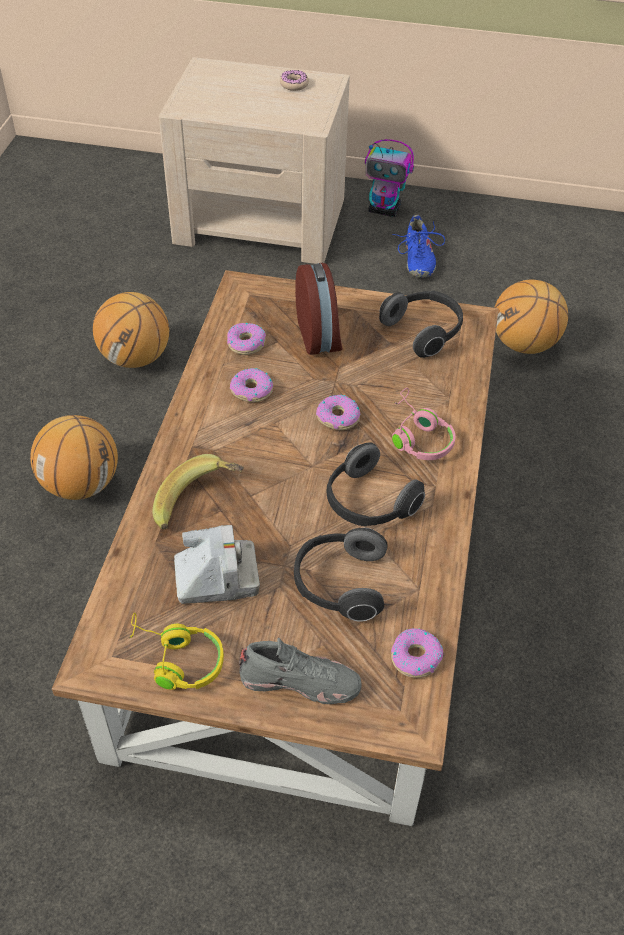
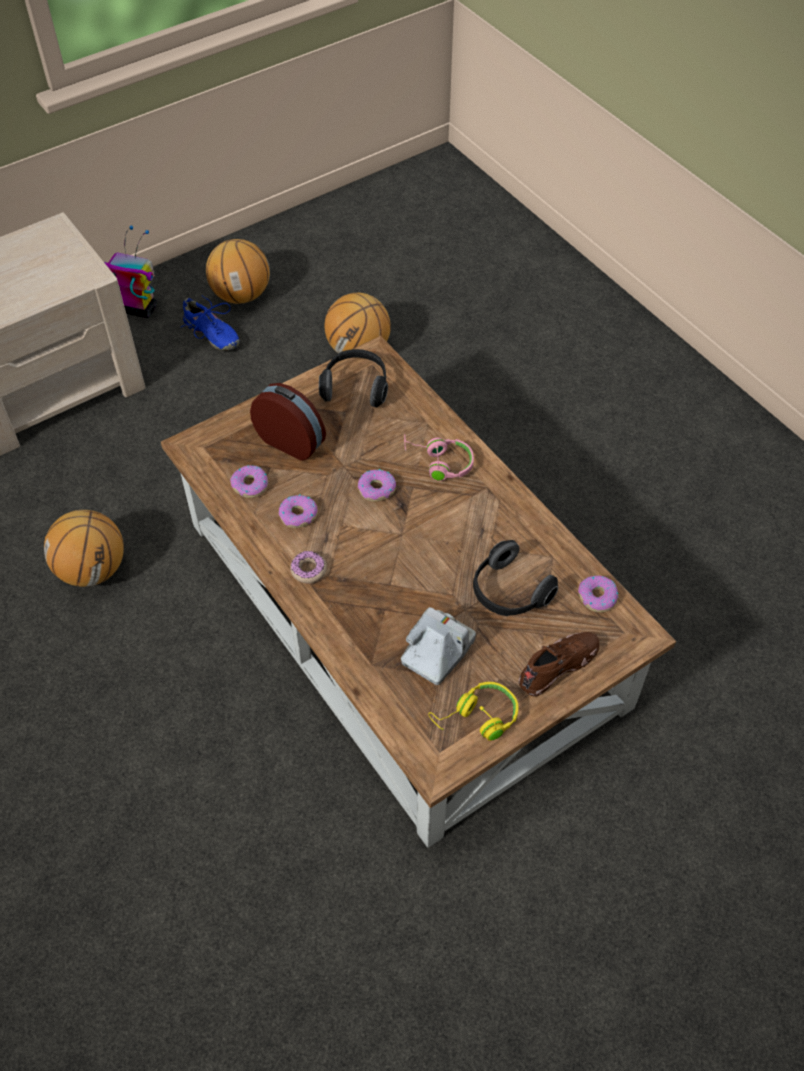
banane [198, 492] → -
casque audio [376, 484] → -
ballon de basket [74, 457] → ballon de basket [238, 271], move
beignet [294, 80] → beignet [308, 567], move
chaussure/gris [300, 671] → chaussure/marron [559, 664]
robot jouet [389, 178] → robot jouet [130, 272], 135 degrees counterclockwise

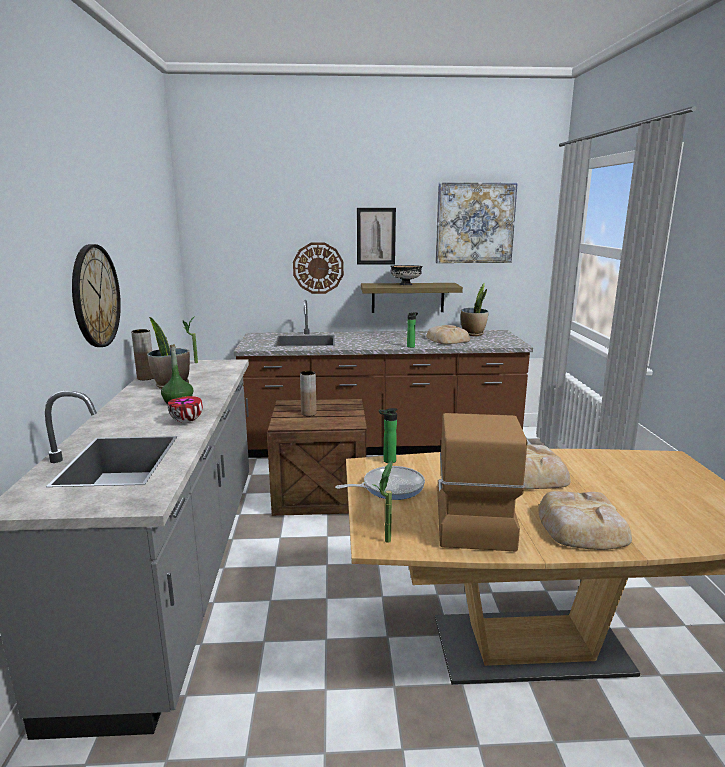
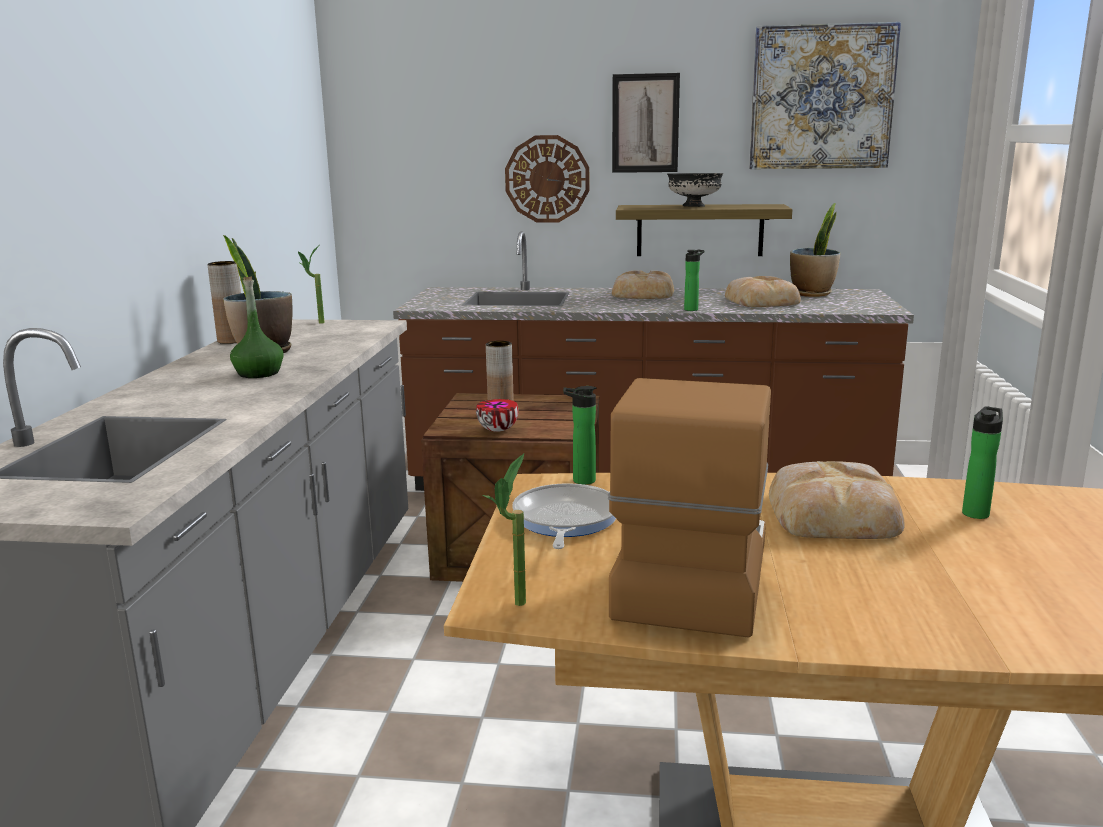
horloge murale [96, 295] → -
- → bouteille [982, 462]
bol [185, 409] → bol [497, 415], move
pain [585, 520] → pain [643, 285], move
poêle [380, 483] → poêle [564, 516], 75 degrees counterclockwise

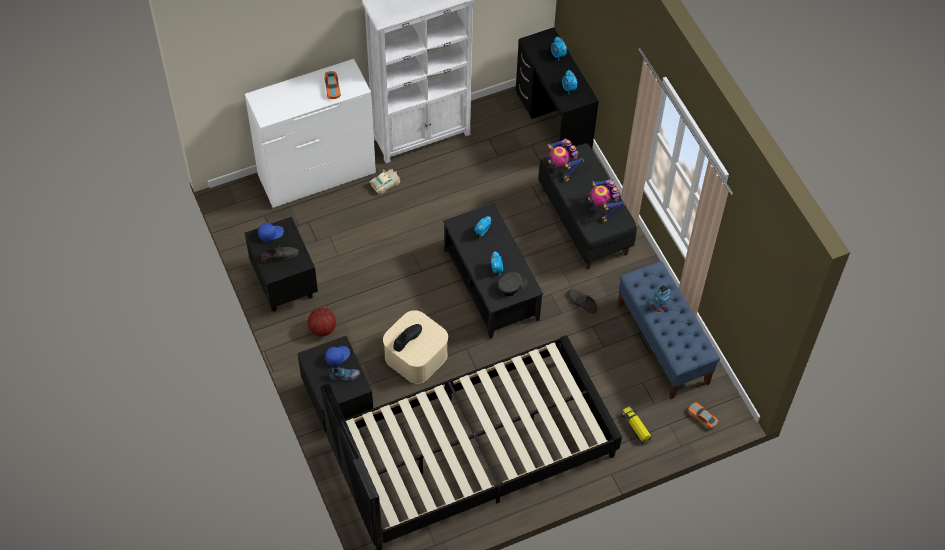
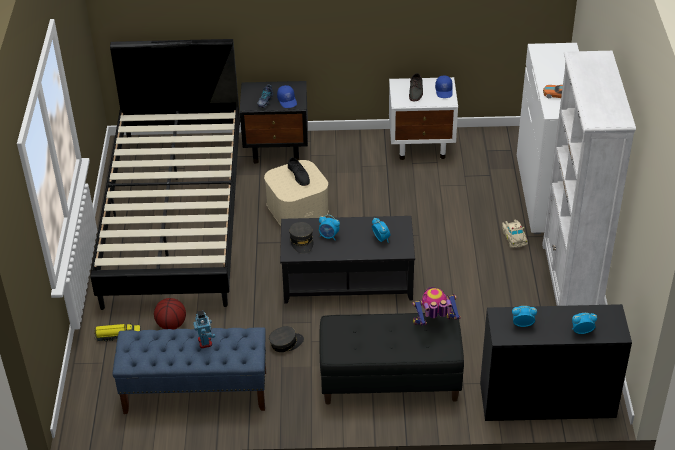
robot jouet [606, 200] → -
petite voiture [703, 415] → -
ballon de basket [322, 322] → ballon de basket [170, 314], move
chaussure/gris [582, 301] → casquette/gris [286, 339]
table de chevet/noir [281, 264] → table de chevet/blanc [423, 118]

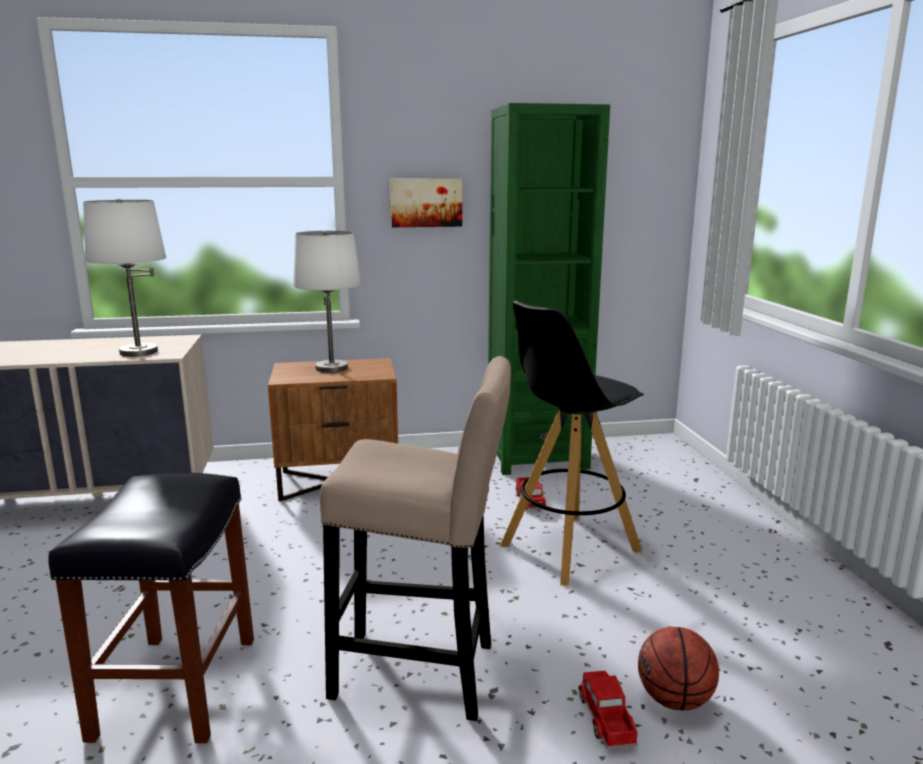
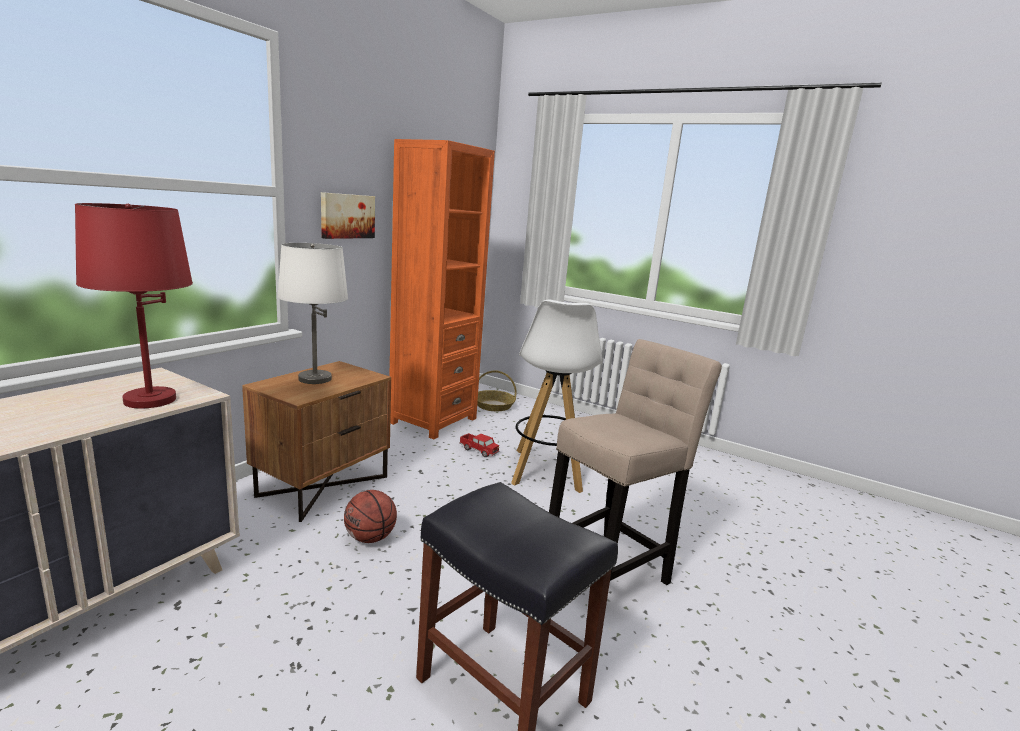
camion jouet [608, 710] → -
- → panier [497, 390]
ballon de basket [678, 669] → ballon de basket [370, 516], move
lampe de table/blanc [125, 278] → lampe de table/rouge [134, 305]
bibliothèque/vert [549, 289] → bibliothèque/orange [442, 289]
tabouret/noir [572, 443] → tabouret/blanc [556, 396]

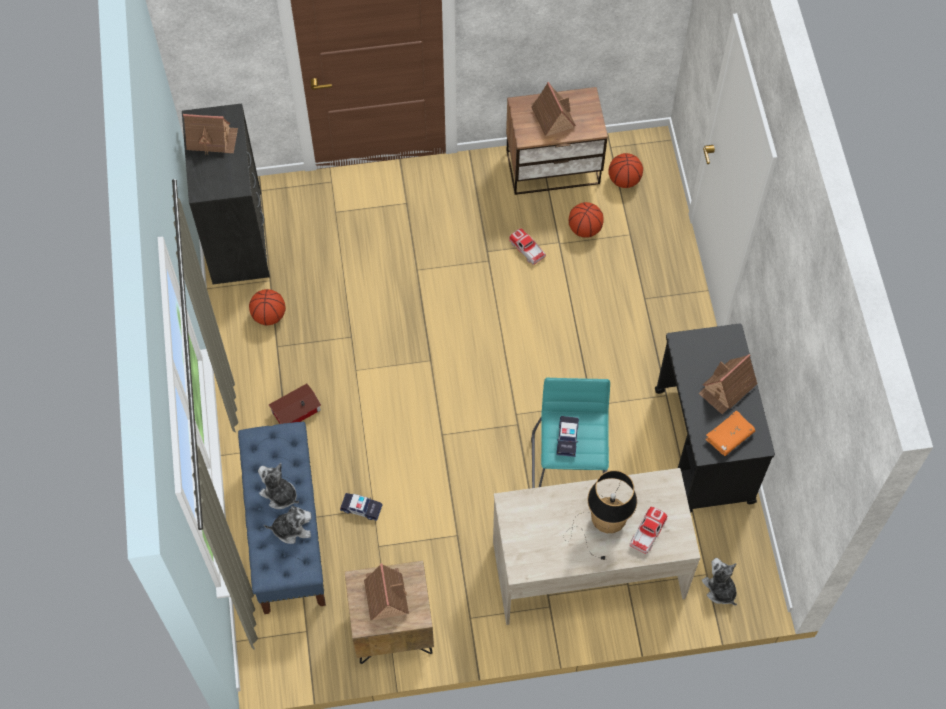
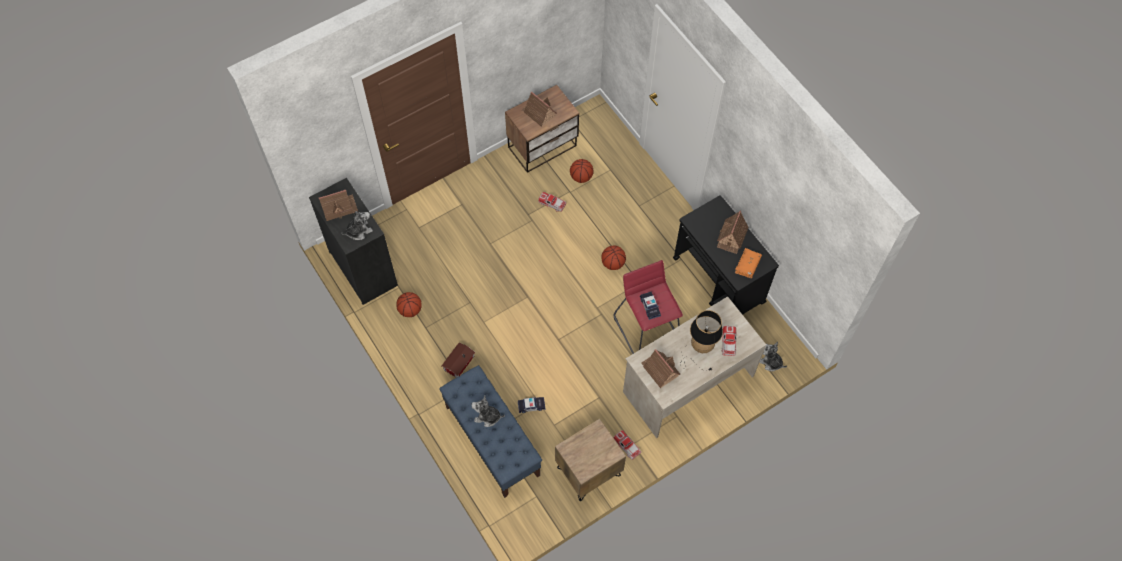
- → petite voiture [627, 445]
peluche [288, 525] → peluche [357, 225], move
maison miniature [386, 591] → maison miniature [661, 368], move
ballon de basket [625, 170] → ballon de basket [613, 258], move
tabouret/turquoise [570, 433] → tabouret/rouge [648, 307]

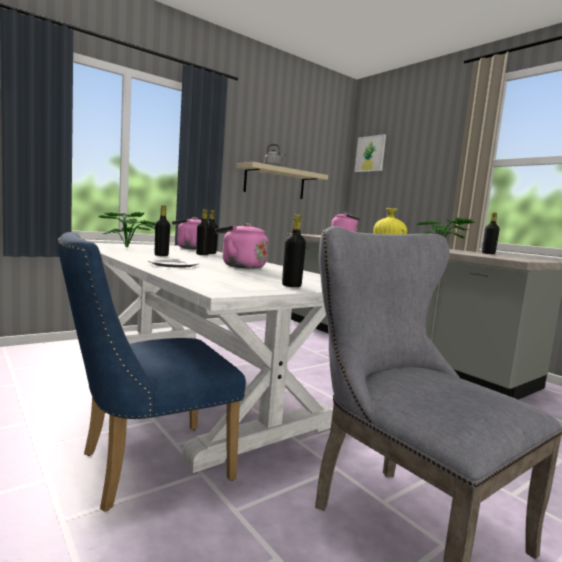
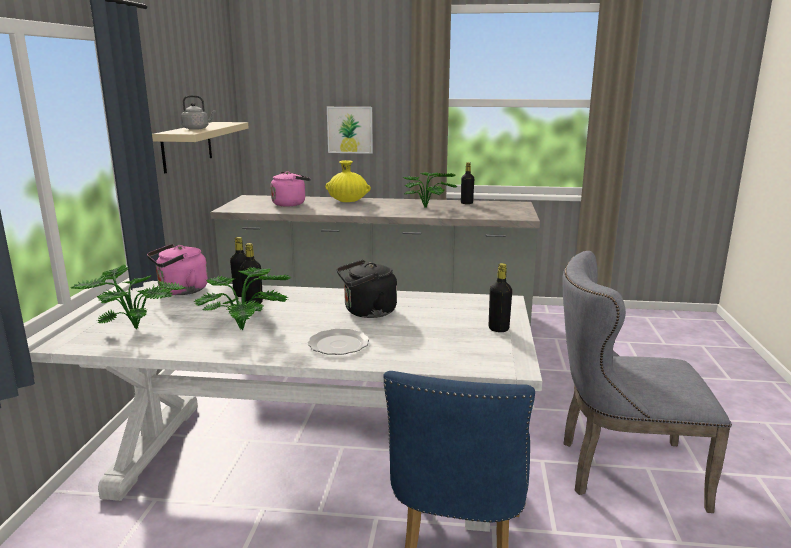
tableau [370, 153] → tableau [350, 130], move
bouteille/noir [162, 230] → plante en pot [242, 298]
bouilloire/rose [241, 246] → bouilloire/noir [367, 289]

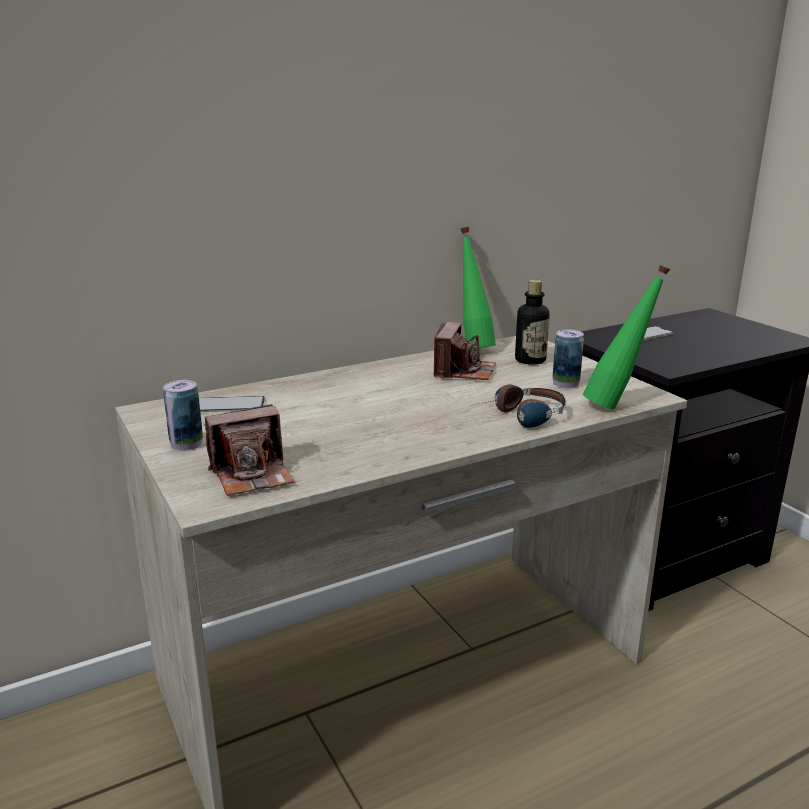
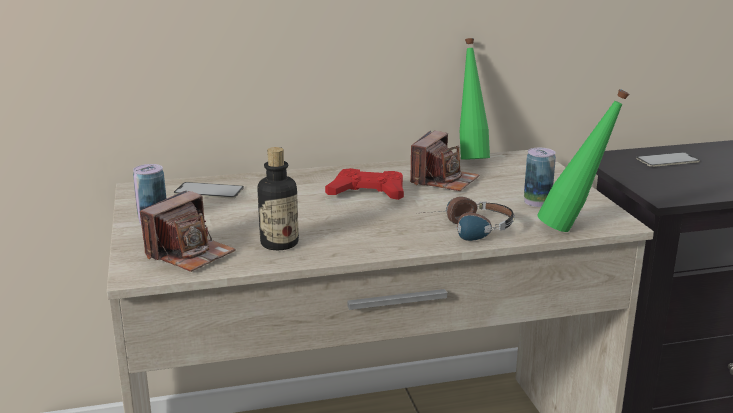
- → manette/rouge [364, 184]
bouteille [532, 322] → bouteille [278, 198], move
appareil photo [249, 450] → appareil photo [188, 231], 45 degrees counterclockwise

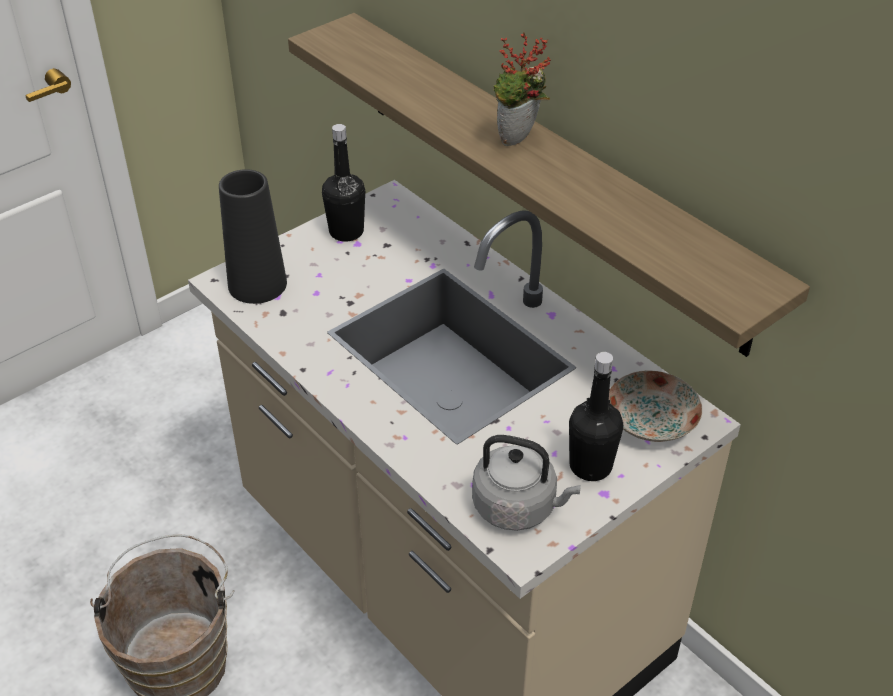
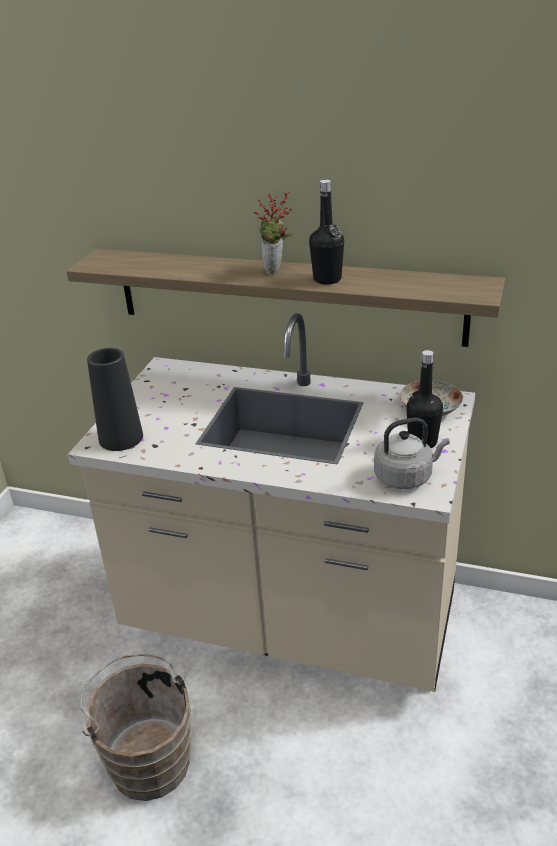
bouteille/noir [343, 182] → bouteille/noir [326, 232], move

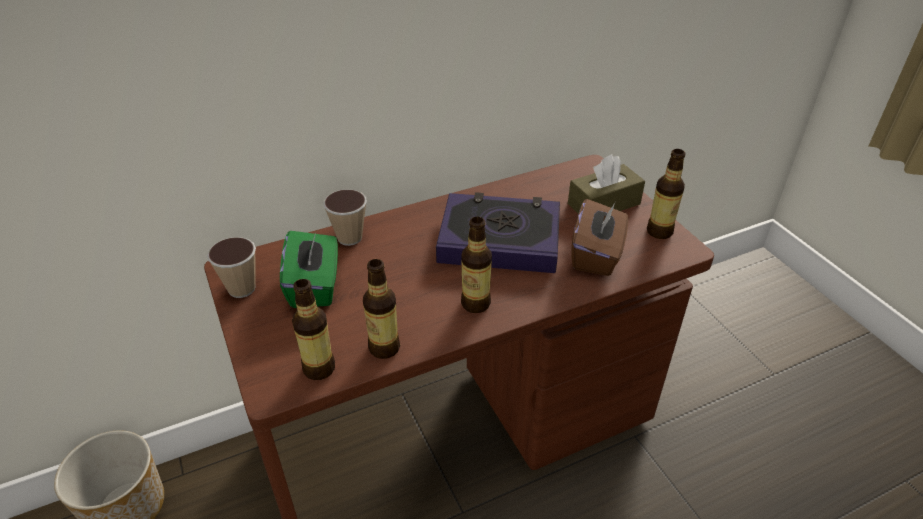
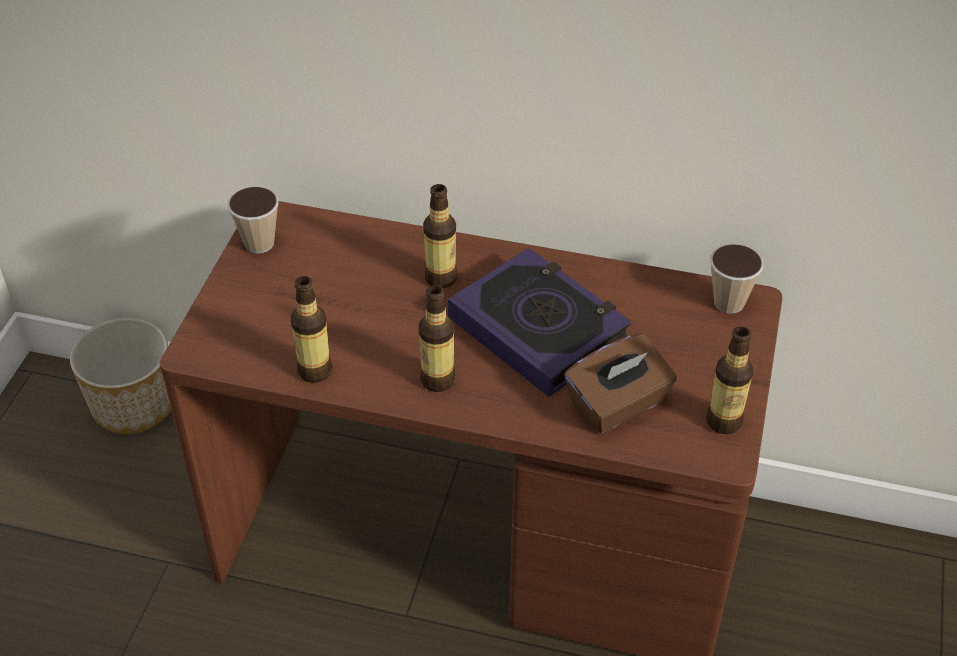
boîte à mouchoirs/vert [309, 269] → -
boîte à mouchoirs/marron [606, 184] → -
bouteille [313, 329] → bouteille [440, 236], move
tasse [345, 217] → tasse [737, 279], move

